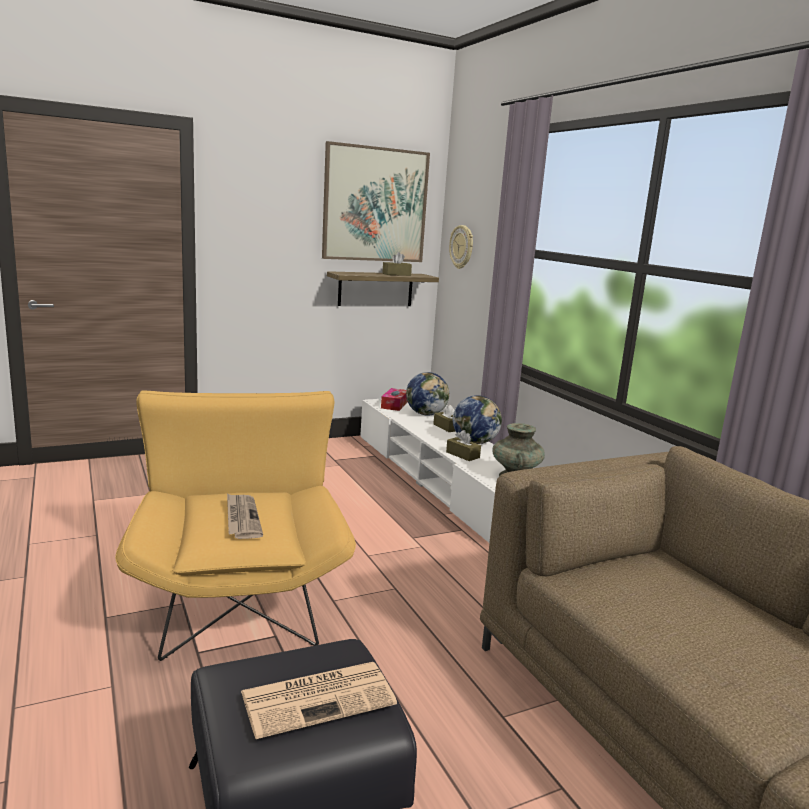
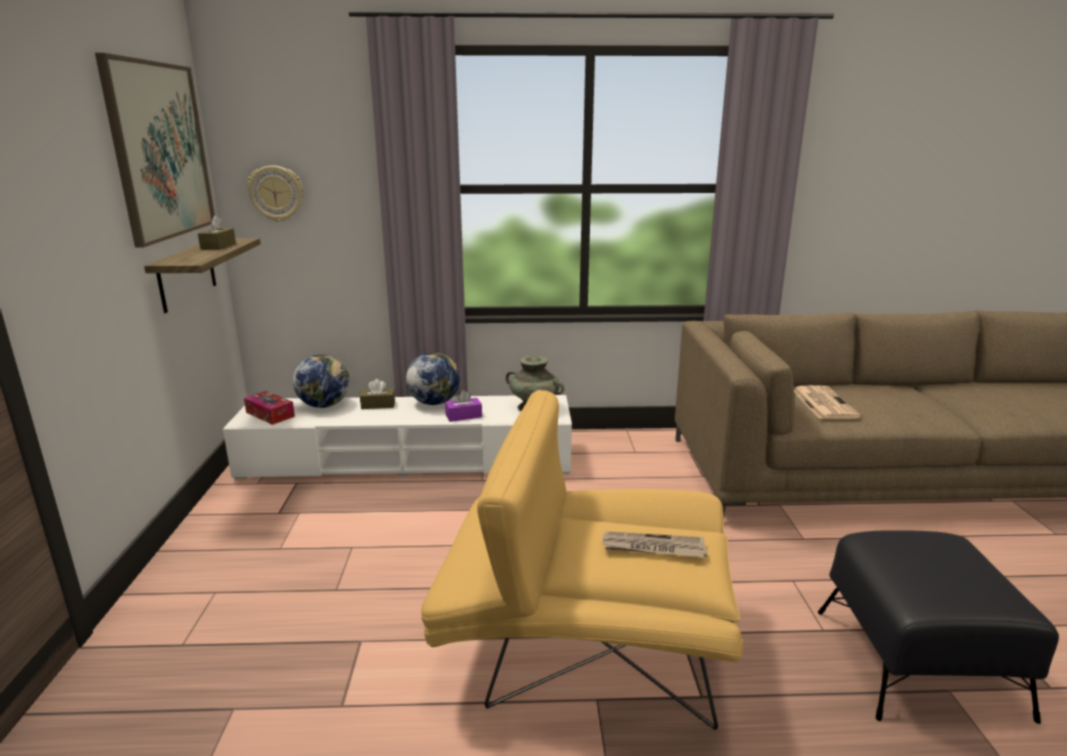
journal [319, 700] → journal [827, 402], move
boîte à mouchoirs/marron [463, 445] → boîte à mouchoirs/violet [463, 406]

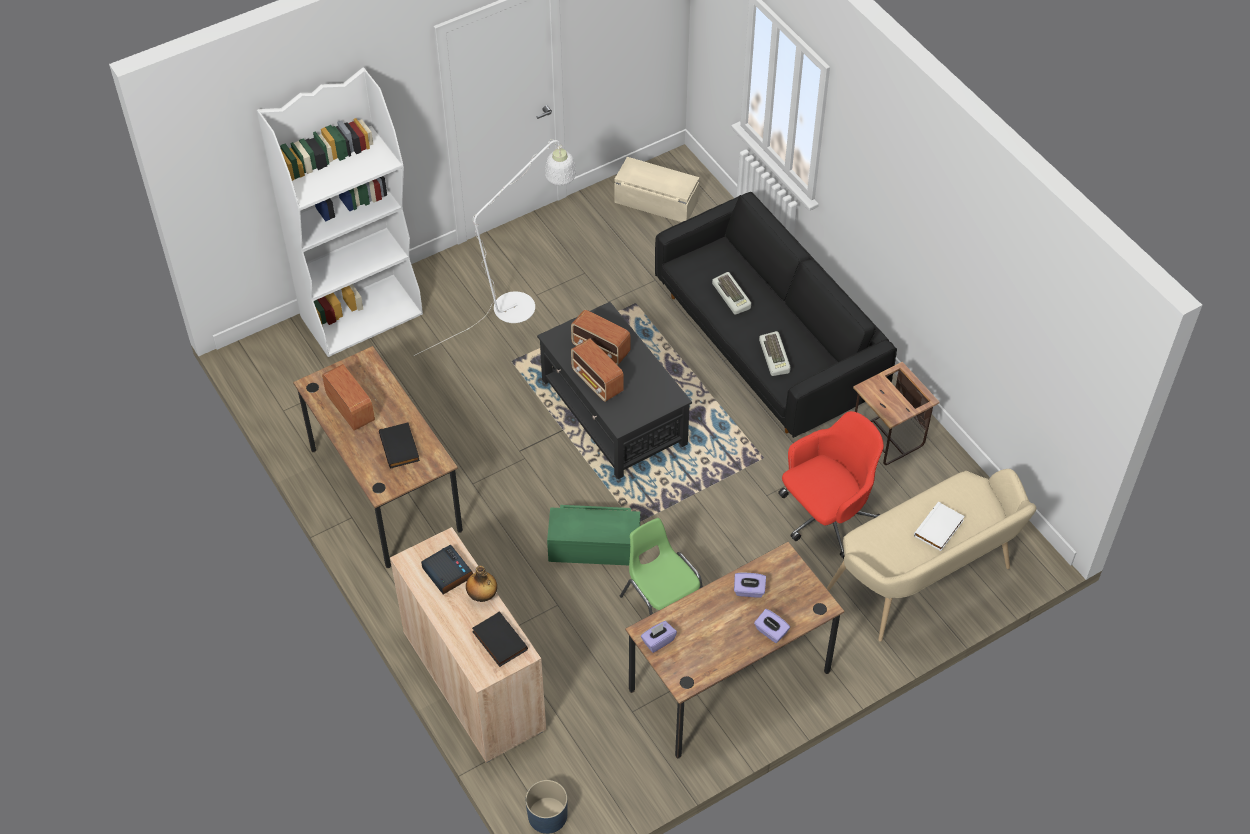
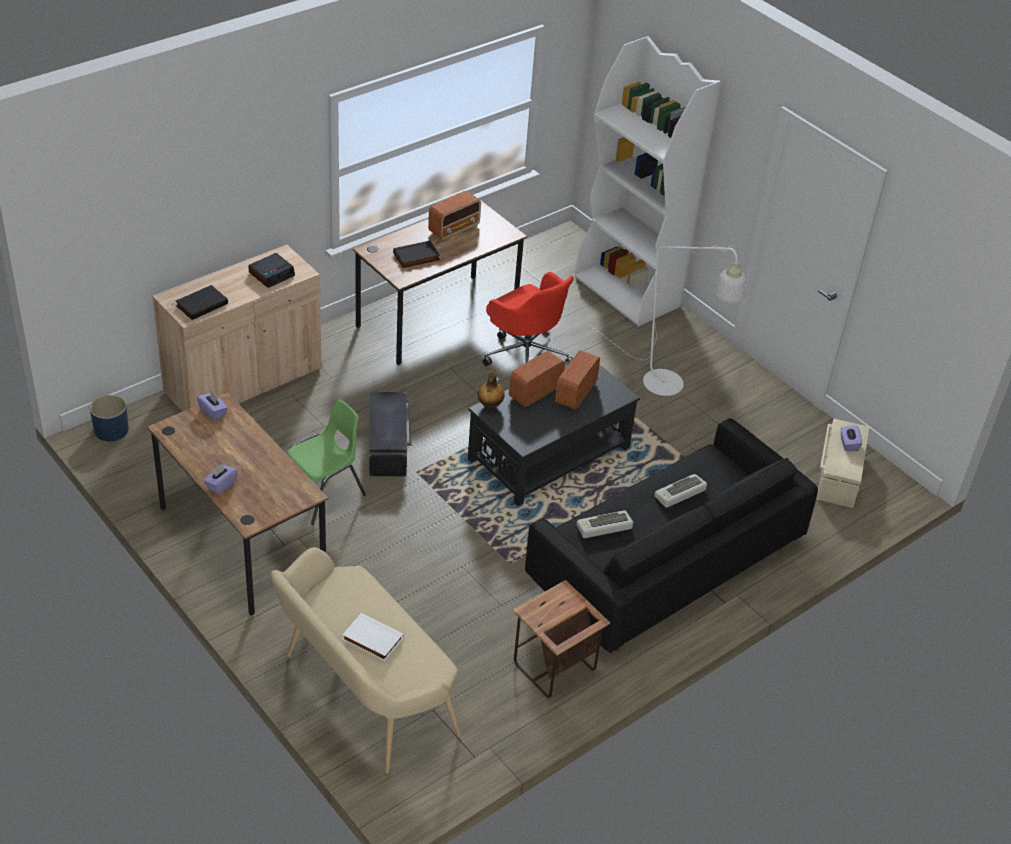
bouteille [481, 584] → bouteille [491, 391], move
boîte à mouchoirs/violet [750, 585] → boîte à mouchoirs/violet [851, 438], move
chaise de bureau/rouge [831, 485] → chaise de bureau/rouge [528, 319], move
boîte de rangement/vert [593, 535] → boîte de rangement/noir [390, 434]

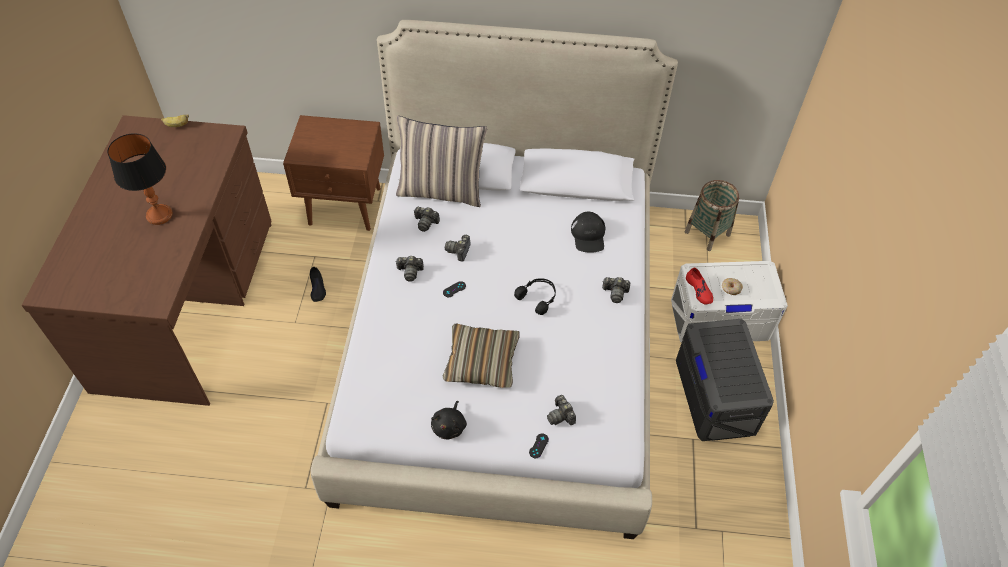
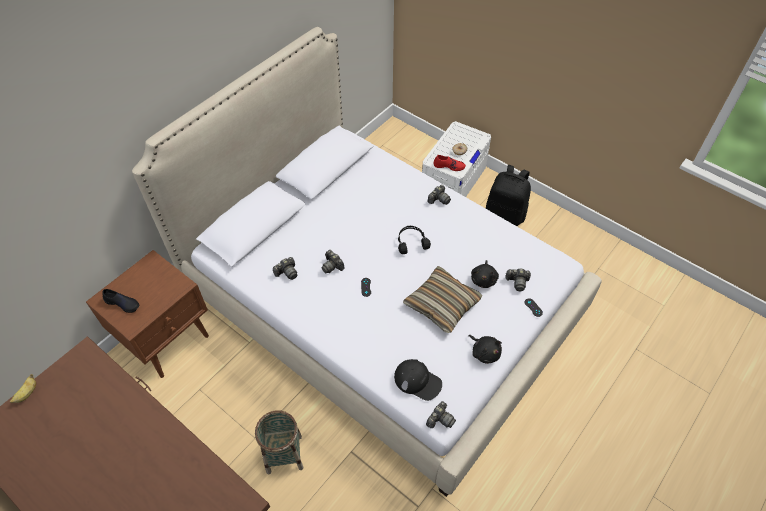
lampe de table [140, 179] → -
coussin [442, 161] → -
- → peluche/noir [485, 274]
chaussure/noir [318, 284] → chaussure/noir [120, 301], move
appareil photo [410, 269] → appareil photo [441, 414], move
casquette/noir [588, 232] → casquette/noir [418, 380], move
panier [712, 215] → panier [279, 442], move
boîte de rangement/gris [725, 380] → sac à dos/noir [508, 195]

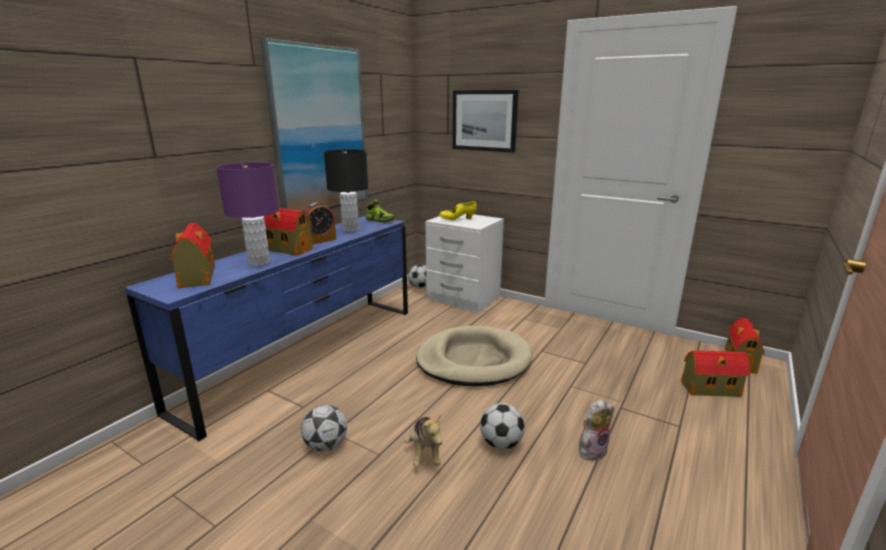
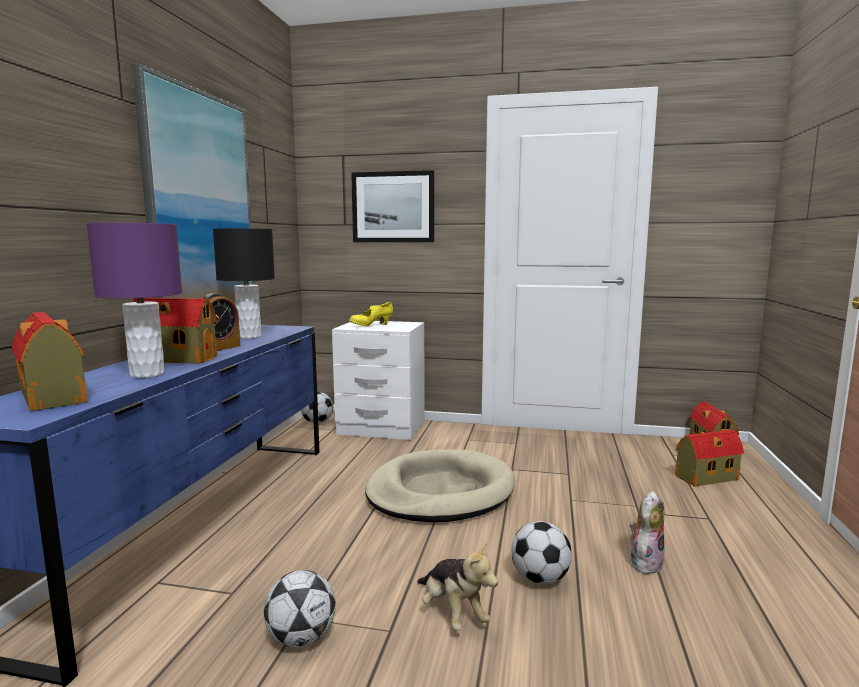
chaussure [380, 211] → -

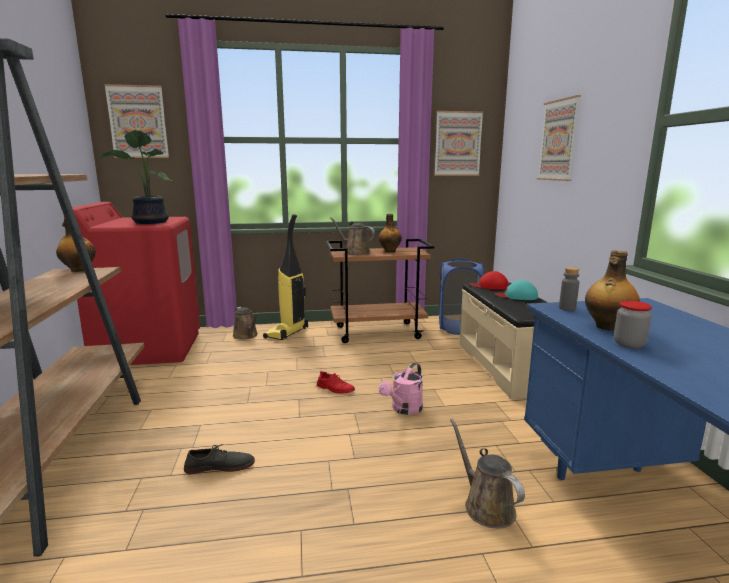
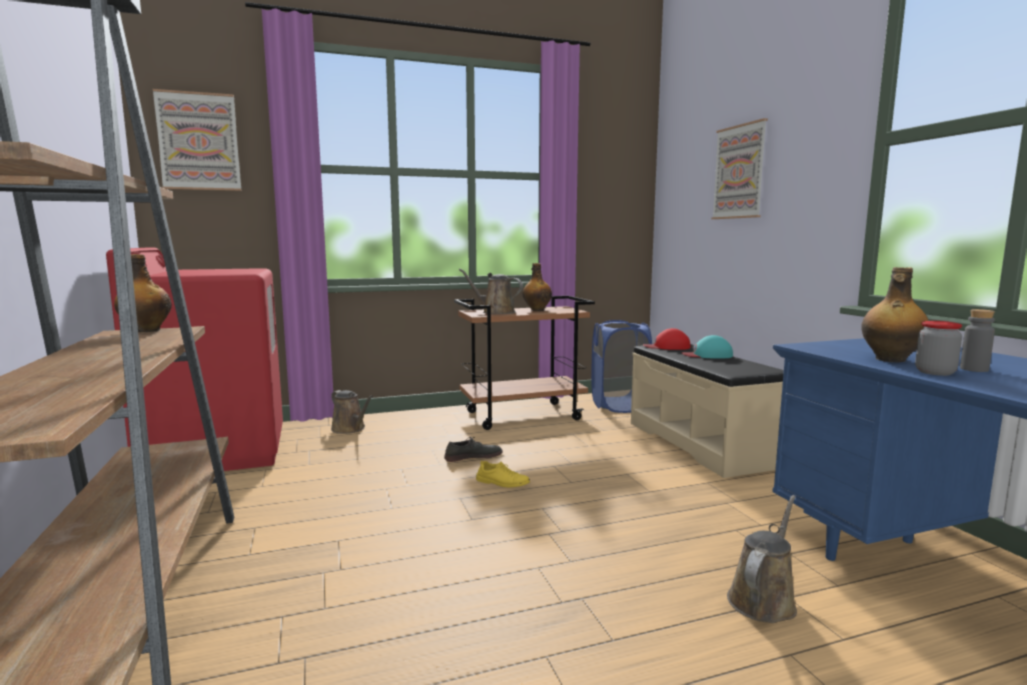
plante en pot [138, 177] → -
aspirateur [285, 277] → -
arrosoir/rose [401, 389] → -
tableau [458, 143] → -
chaussure/gris [219, 459] → chaussure/gris [473, 449], move
bouteille/gris [569, 289] → bouteille/gris [977, 340], move
chaussure/rouge [336, 382] → chaussure/jaune [503, 474]
arrosoir/marron [487, 473] → arrosoir/marron [762, 559], 75 degrees clockwise

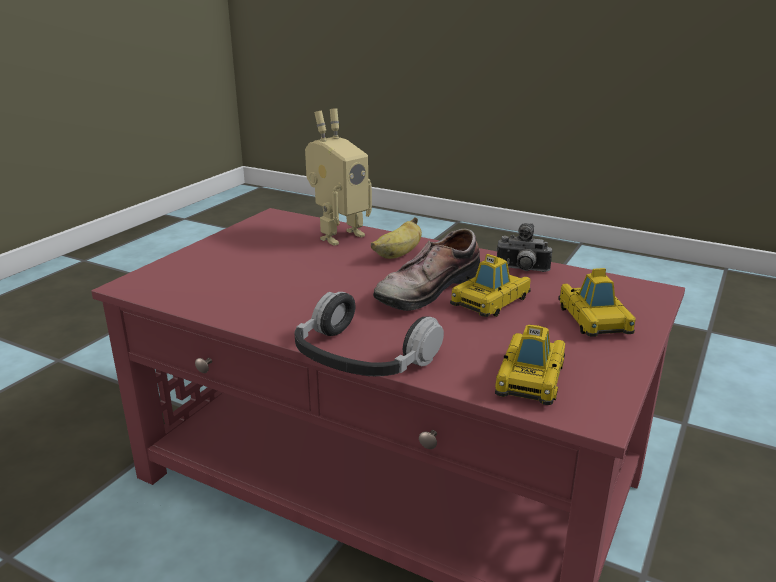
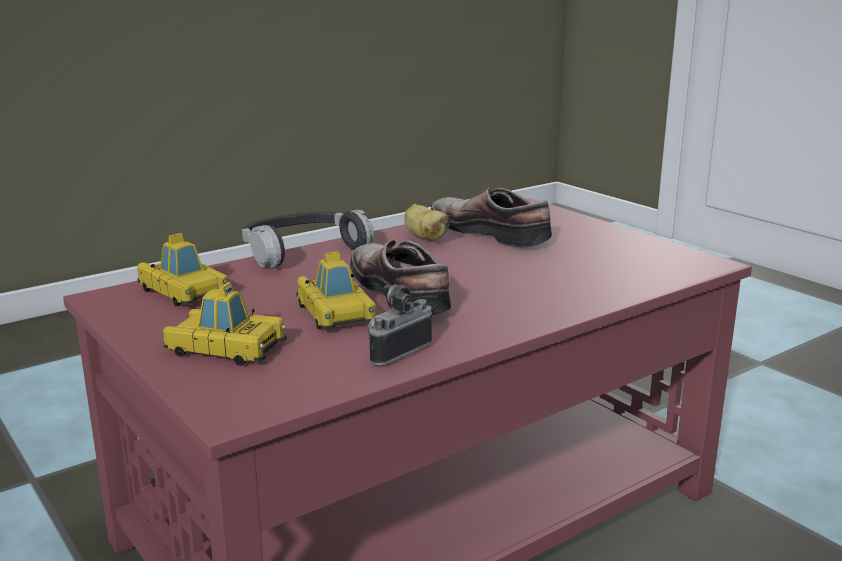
robot jouet [338, 177] → -
- → chaussure [491, 217]
banane [396, 238] → banane [427, 222], move

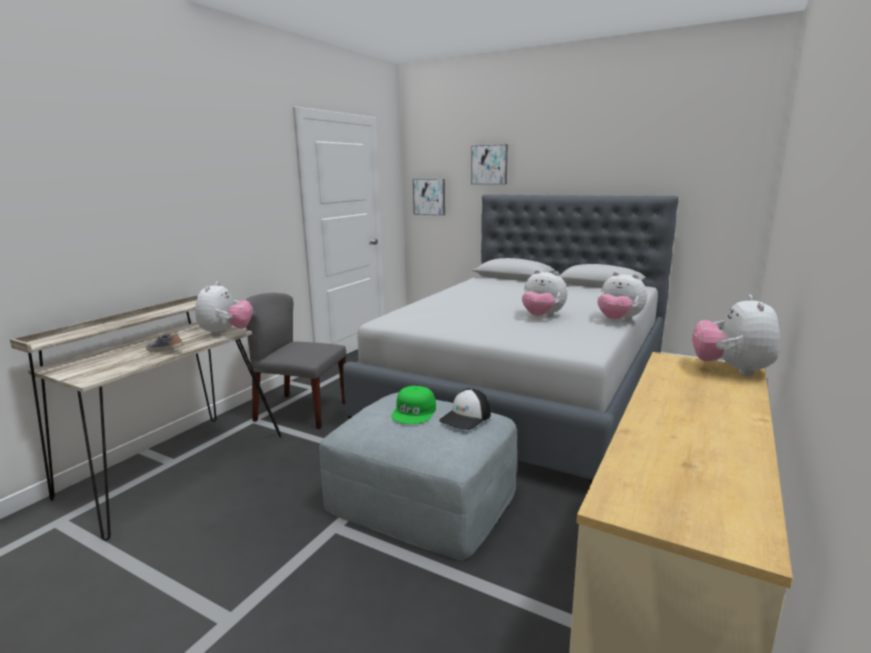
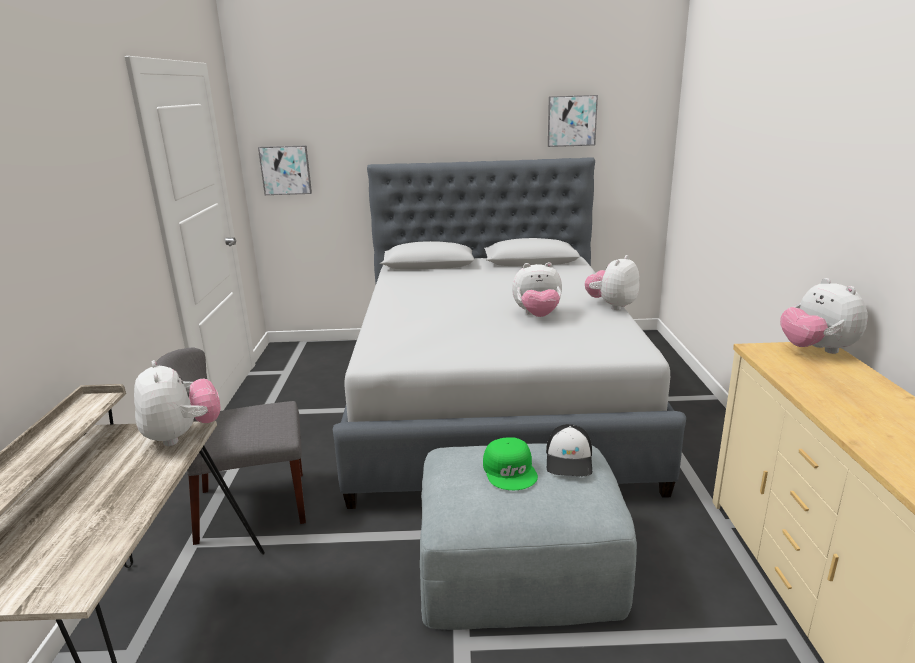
chaussure [164, 342] → -
tableau [489, 164] → tableau [573, 121], move
peluche [622, 296] → peluche [612, 282], 120 degrees clockwise

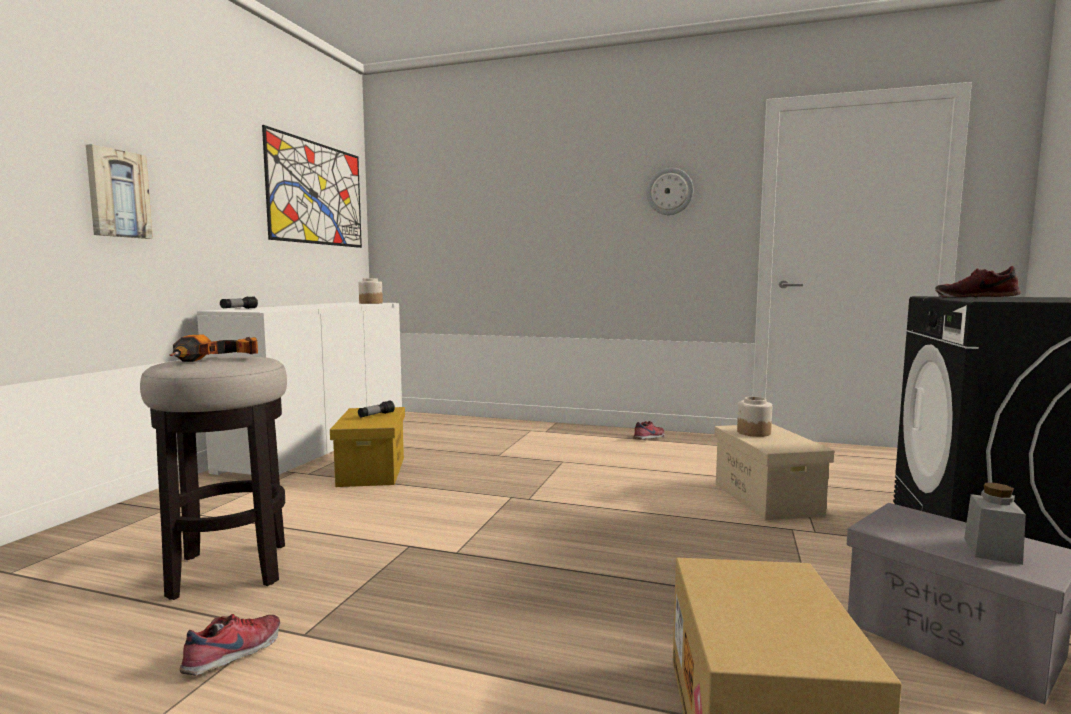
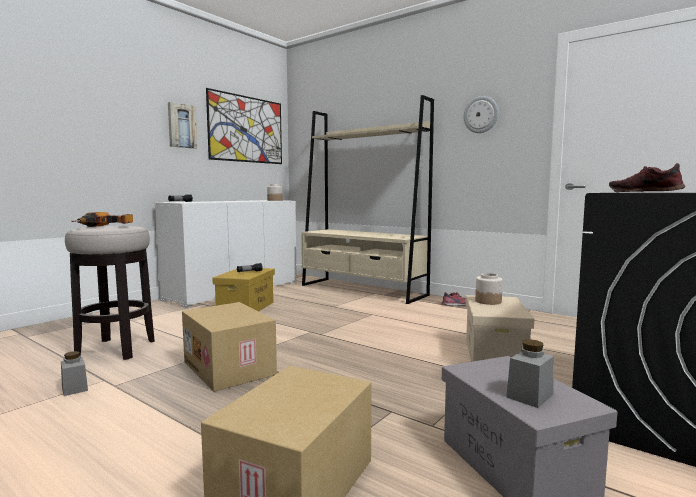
- → carton [229, 347]
- → bibliothèque/beige [367, 199]
tableau [119, 191] → tableau [182, 125], move
chaussure [230, 644] → bocal/gris [74, 373]

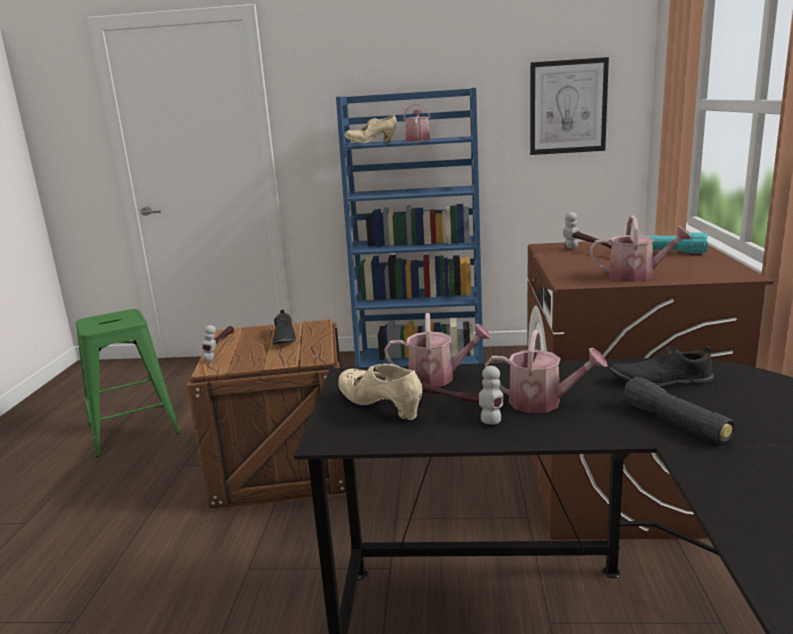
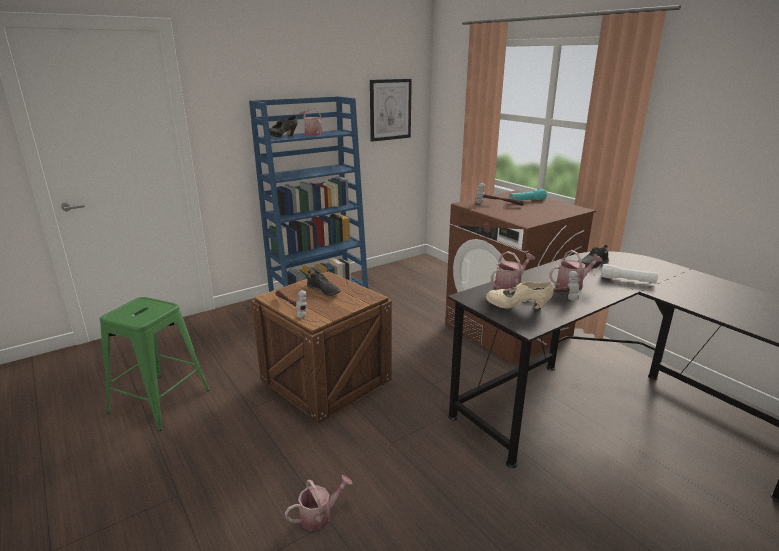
arrosoir [641, 248] → arrosoir [319, 503], move
chaussure/beige [371, 129] → chaussure/noir [283, 126]
lampe de poche/noir [679, 409] → lampe de poche/blanc [629, 273]

